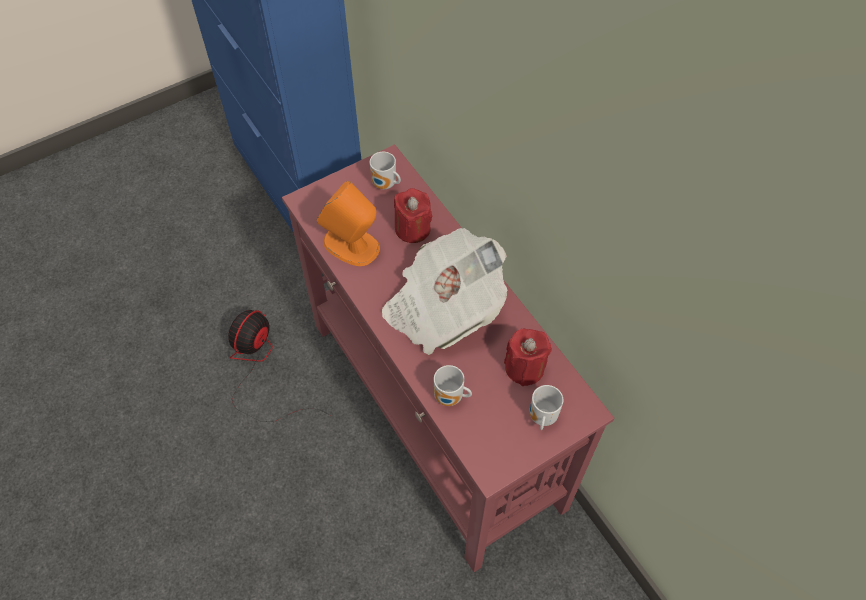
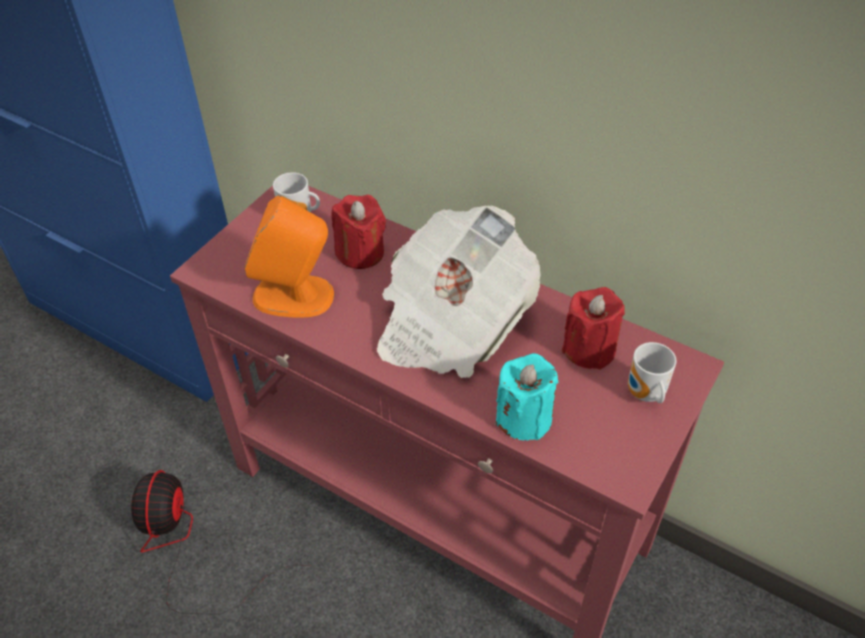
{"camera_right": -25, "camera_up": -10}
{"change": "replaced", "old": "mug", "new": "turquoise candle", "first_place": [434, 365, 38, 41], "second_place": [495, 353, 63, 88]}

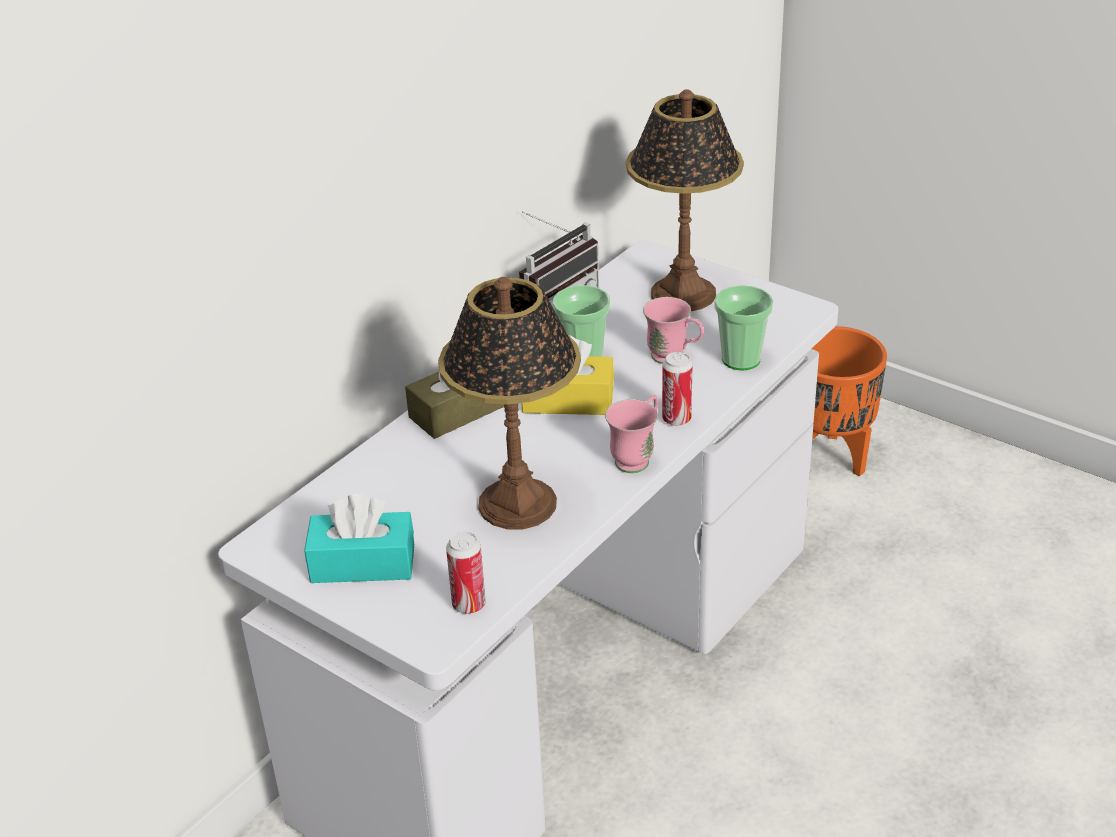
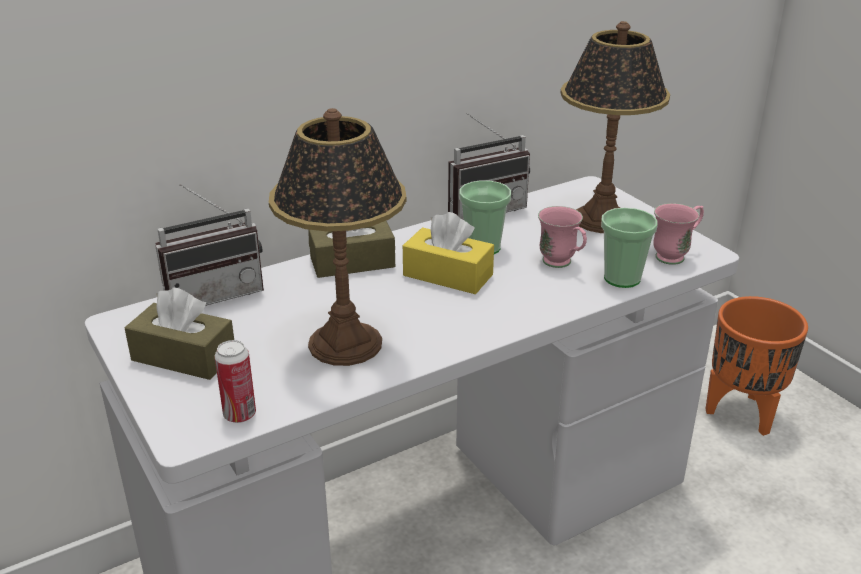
{"camera_right": 20, "camera_up": -5}
{"change": "recoloured", "old": "turquoise tissue box", "new": "brown tissue box", "first_place": [304, 494, 110, 89], "second_place": [124, 287, 110, 93]}
{"change": "added", "new": "radio", "second_place": [155, 184, 109, 122]}
{"change": "moved", "old": "pink mug", "first_place": [605, 395, 53, 78], "second_place": [653, 203, 51, 62]}
{"change": "removed", "old": "can", "first_place": [662, 352, 31, 74]}

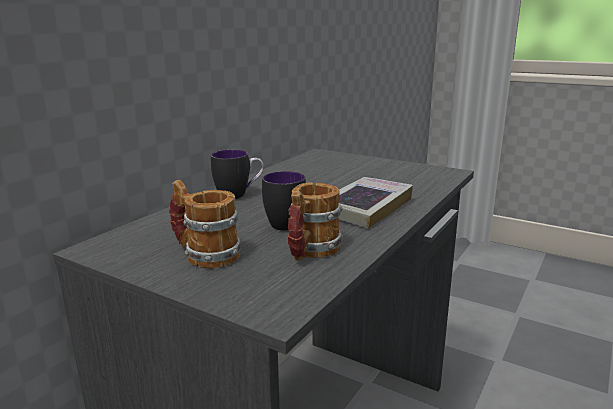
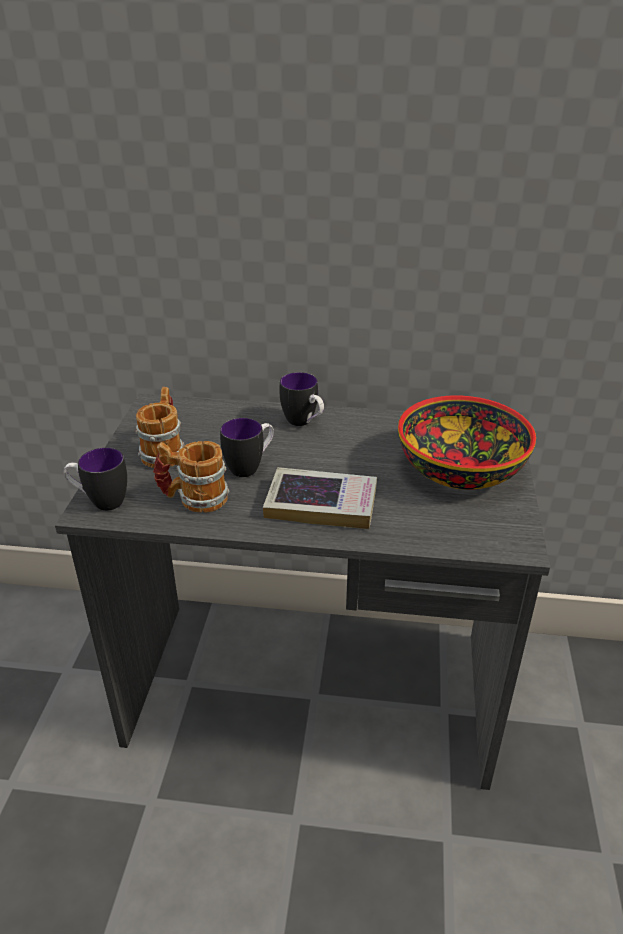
{"camera_right": 65, "camera_up": 15}
{"change": "added", "new": "mug", "second_place": [64, 448, 63, 63]}
{"change": "added", "new": "bowl", "second_place": [398, 396, 138, 94]}

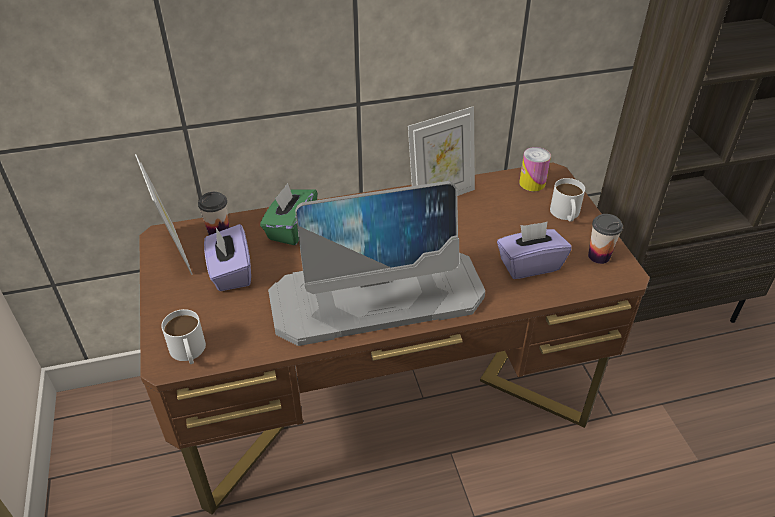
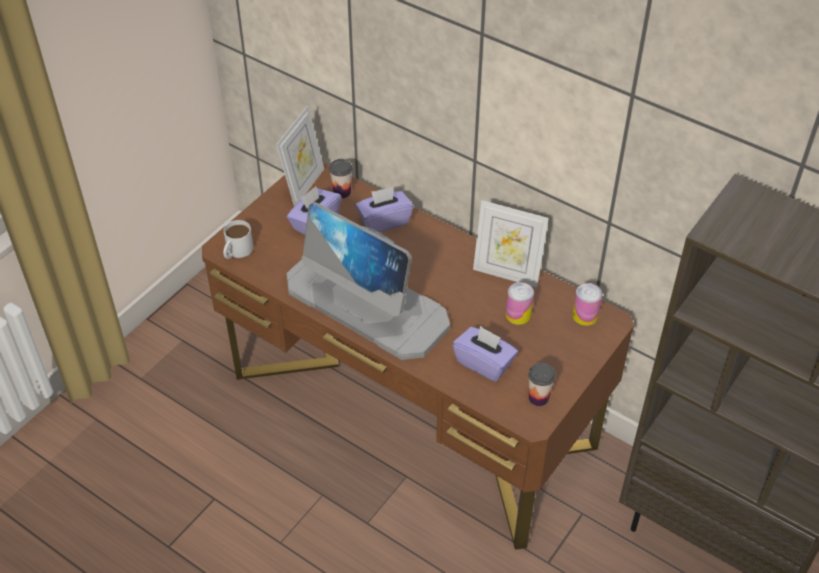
{"camera_right": 50, "camera_up": 5}
{"change": "recoloured", "old": "green tissue box", "new": "purple tissue box", "first_place": [260, 183, 57, 63], "second_place": [356, 187, 57, 45]}
{"change": "added", "new": "can", "second_place": [506, 282, 28, 43]}
{"change": "removed", "old": "white mug", "first_place": [550, 178, 35, 44]}

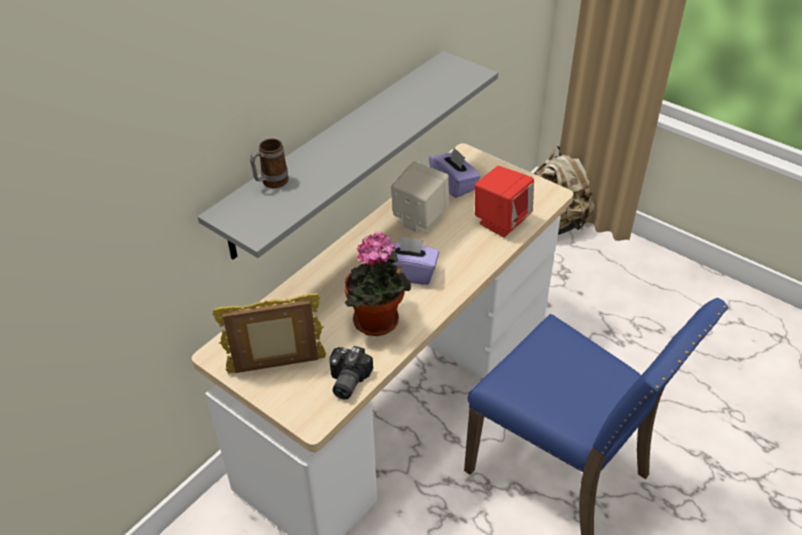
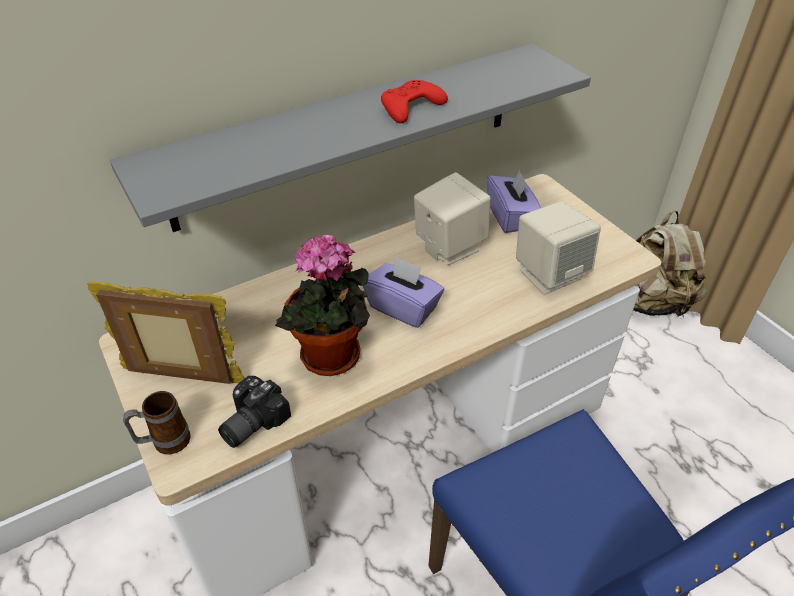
{"camera_right": 20, "camera_up": 0}
{"change": "moved", "old": "mug", "first_place": [250, 139, 39, 49], "second_place": [123, 391, 68, 63]}
{"change": "added", "new": "red game controller", "second_place": [381, 80, 67, 43]}
{"change": "recoloured", "old": "red speaker", "new": "beige speaker", "first_place": [474, 166, 60, 71], "second_place": [516, 201, 85, 94]}

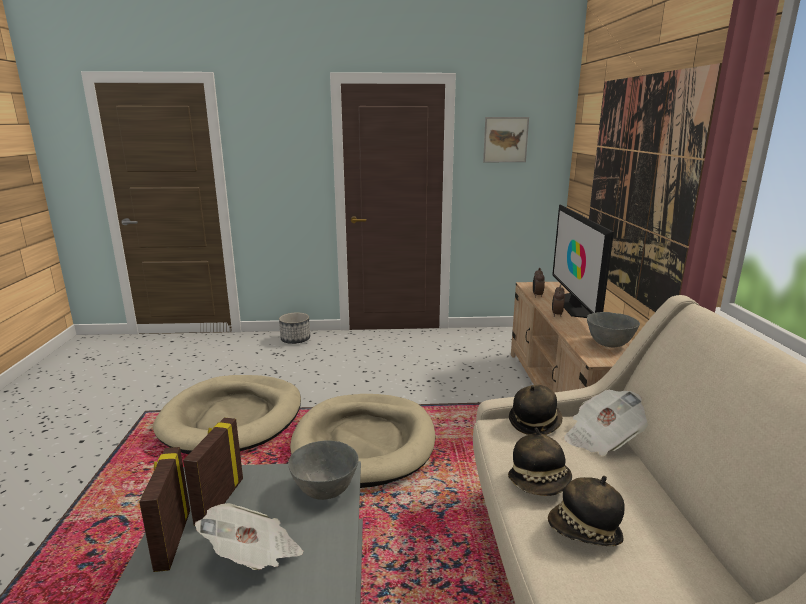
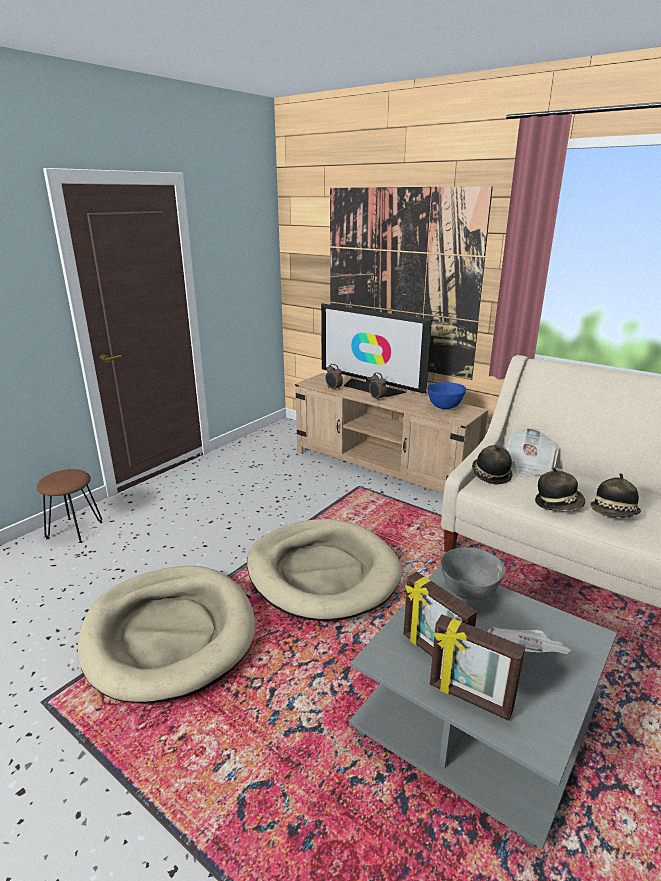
{"camera_right": -50, "camera_up": 5}
{"change": "replaced", "old": "planter", "new": "brown stool", "first_place": [279, 313, 31, 31], "second_place": [37, 469, 65, 74]}
{"change": "recoloured", "old": "grey bowl", "new": "blue bowl", "first_place": [587, 312, 53, 35], "second_place": [427, 382, 39, 27]}
{"change": "removed", "old": "picture", "first_place": [483, 117, 46, 45]}

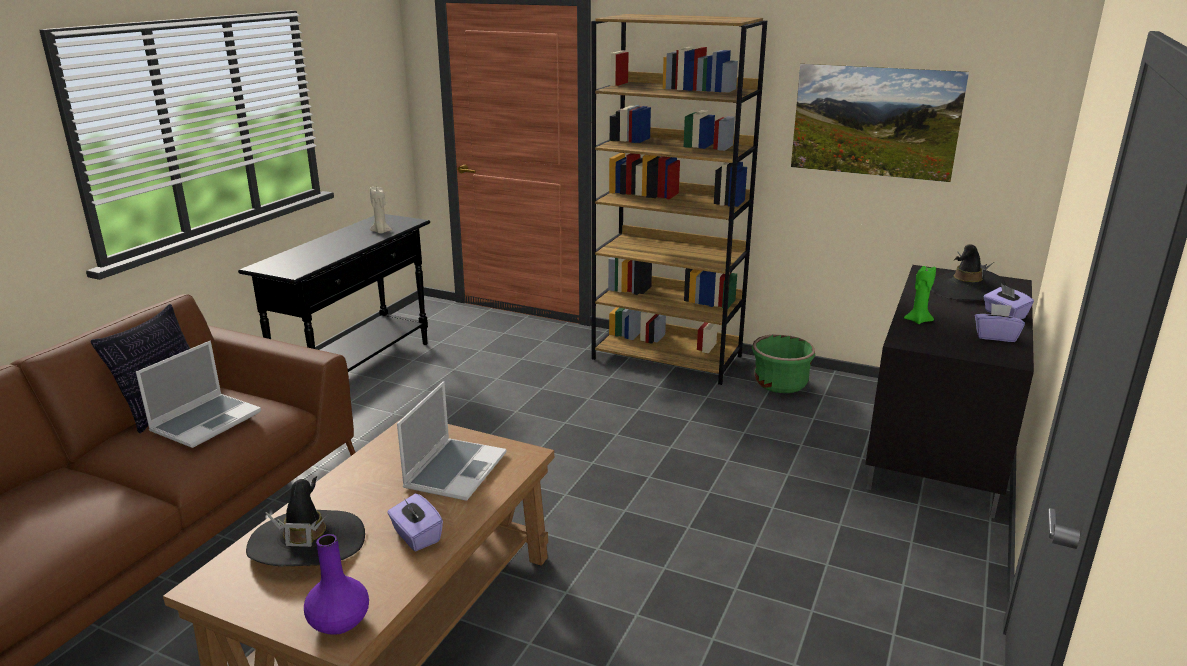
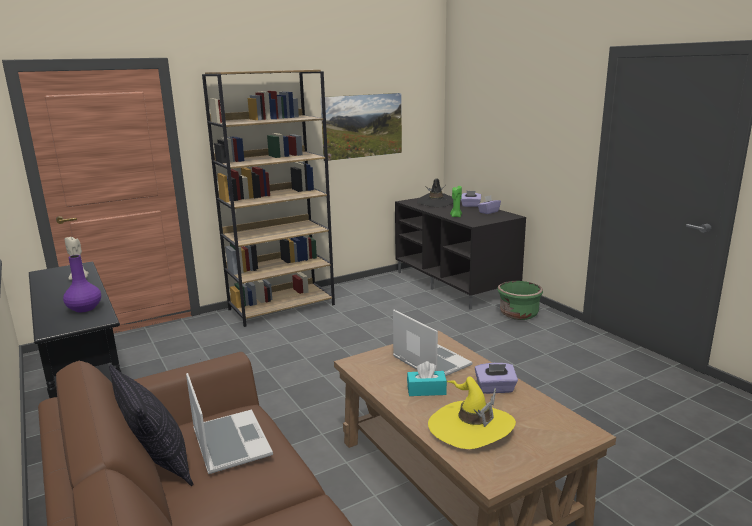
{"camera_right": -55, "camera_up": -5}
{"change": "moved", "old": "purple vase", "first_place": [304, 534, 65, 101], "second_place": [63, 255, 38, 57]}
{"change": "added", "new": "turquoise tissue box", "second_place": [407, 361, 40, 35]}
{"change": "recoloured", "old": "black hat", "new": "yellow hat", "first_place": [246, 476, 119, 91], "second_place": [428, 377, 88, 72]}
{"change": "moved", "old": "green planter", "first_place": [752, 335, 63, 58], "second_place": [497, 281, 46, 39]}

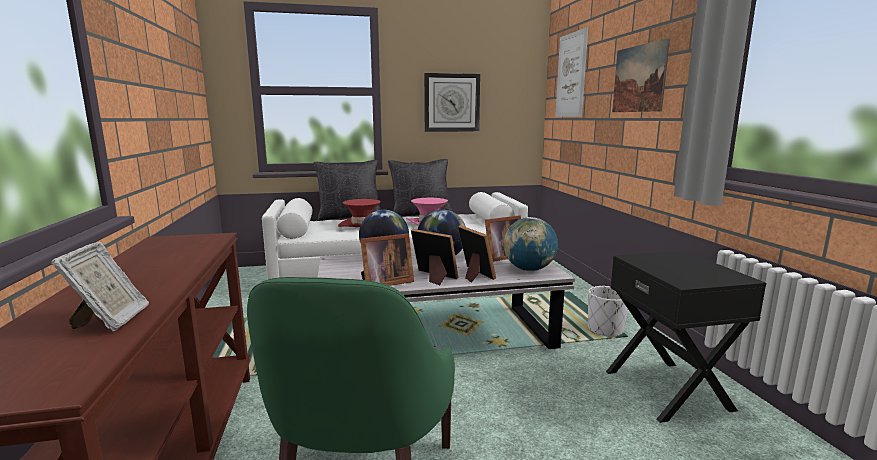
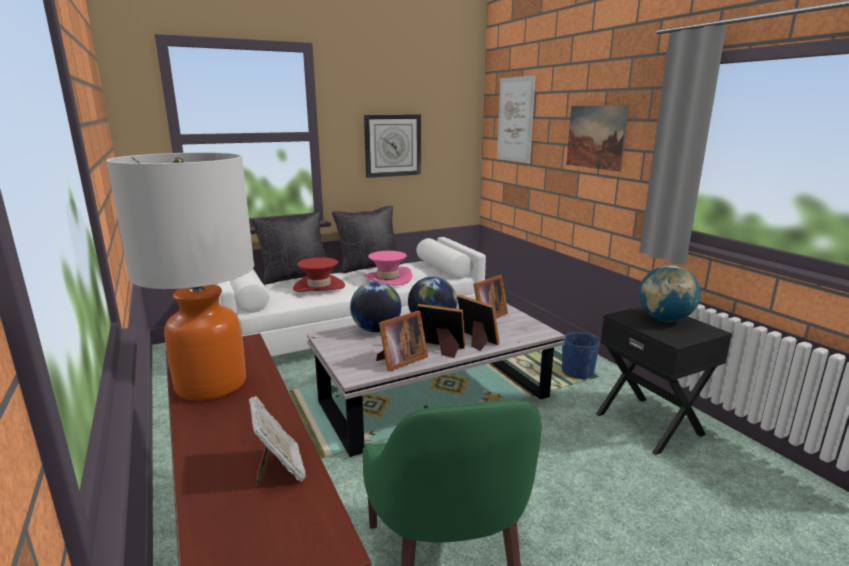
{"camera_right": -15, "camera_up": 5}
{"change": "added", "new": "table lamp", "second_place": [106, 152, 148, 249]}
{"change": "recoloured", "old": "white planter", "new": "blue planter", "first_place": [588, 286, 40, 51], "second_place": [562, 332, 38, 47]}
{"change": "moved", "old": "globe", "first_place": [503, 217, 55, 54], "second_place": [639, 266, 62, 56]}

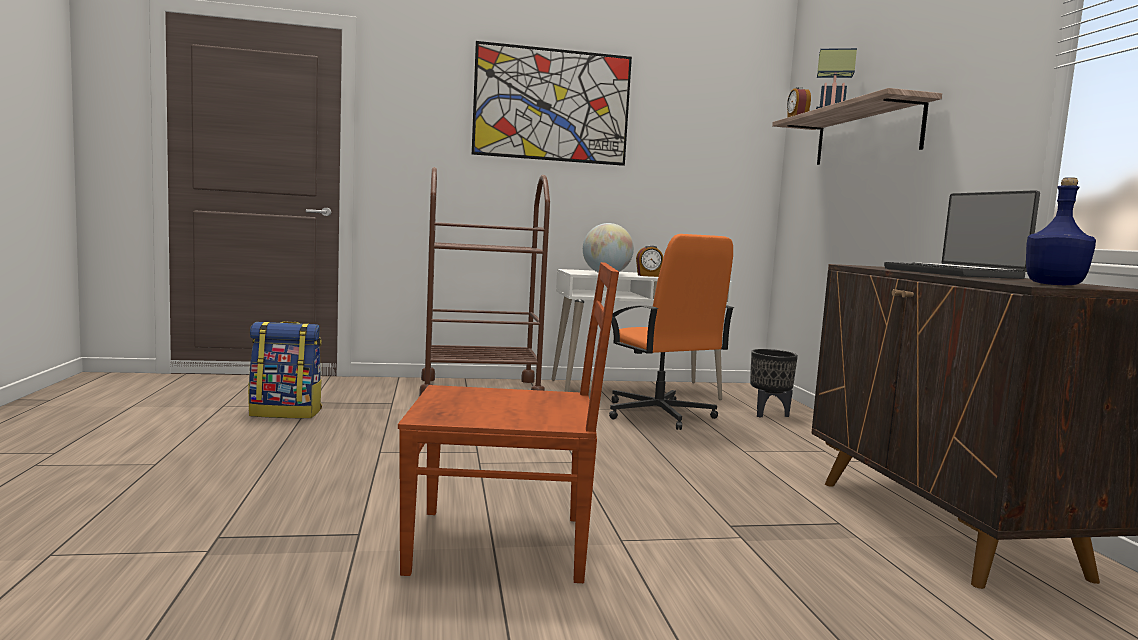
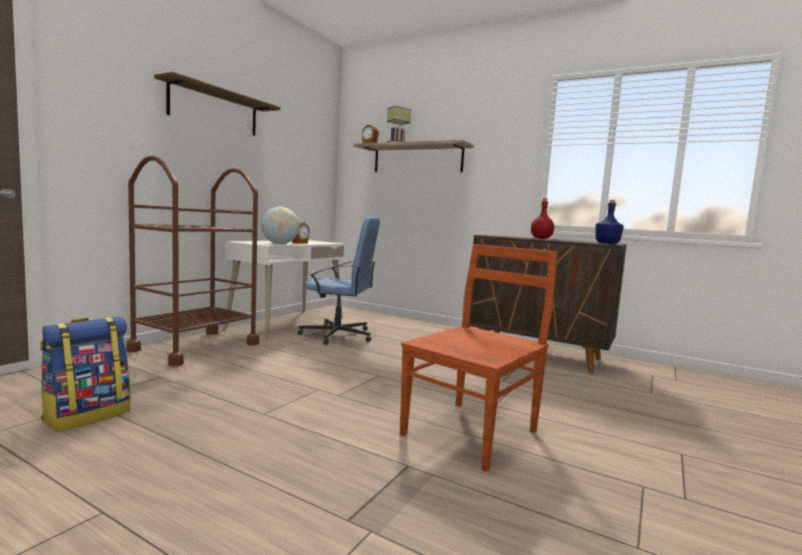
{"camera_right": -50, "camera_up": 0}
{"change": "replaced", "old": "picture", "new": "shelf", "first_place": [472, 41, 160, 125], "second_place": [154, 72, 126, 64]}
{"change": "recoloured", "old": "orange office chair", "new": "blue office chair", "first_place": [609, 234, 125, 196], "second_place": [298, 217, 82, 128]}
{"change": "replaced", "old": "laptop", "new": "red bottle", "first_place": [884, 190, 156, 89], "second_place": [531, 198, 23, 41]}
{"change": "removed", "old": "black planter", "first_place": [750, 349, 48, 69]}

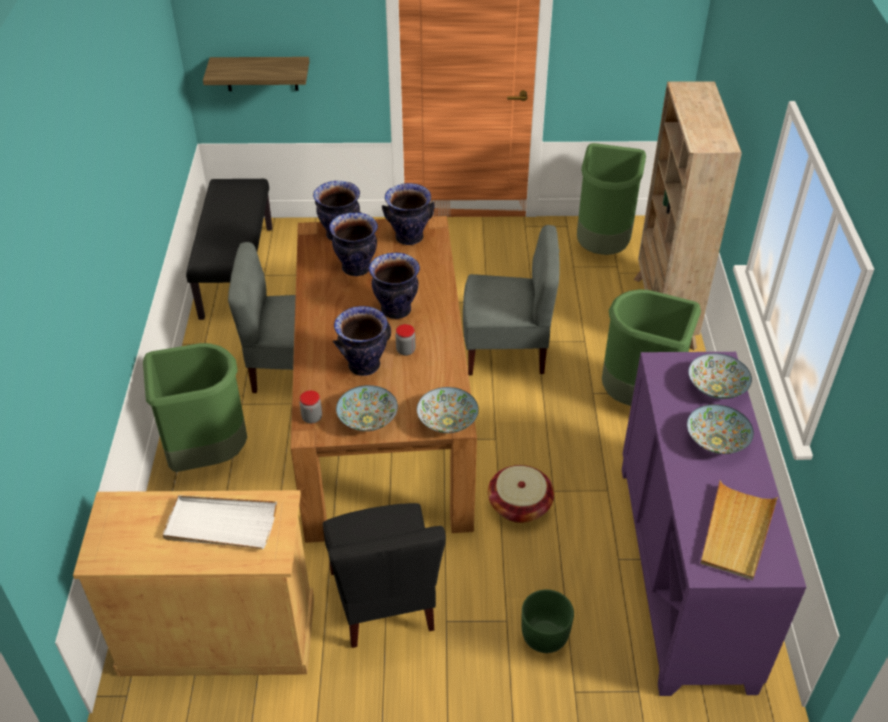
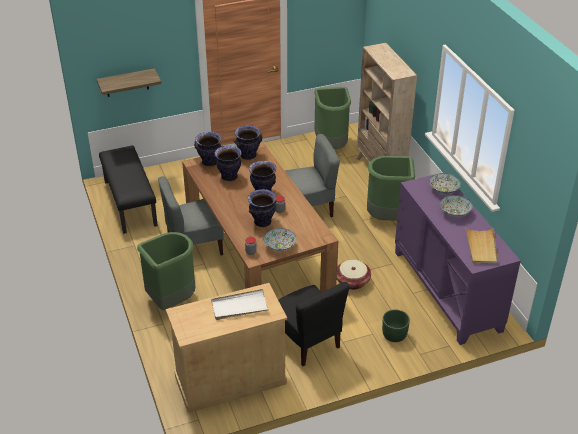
{"camera_right": -20, "camera_up": -5}
{"change": "removed", "old": "bowl", "first_place": [417, 387, 62, 46]}

